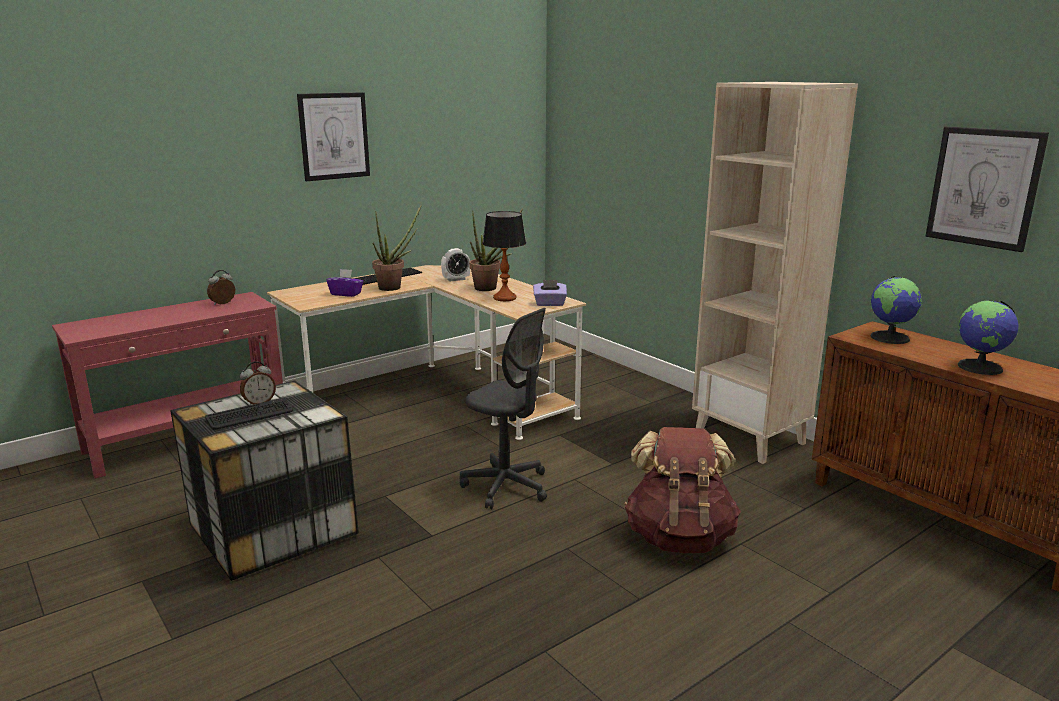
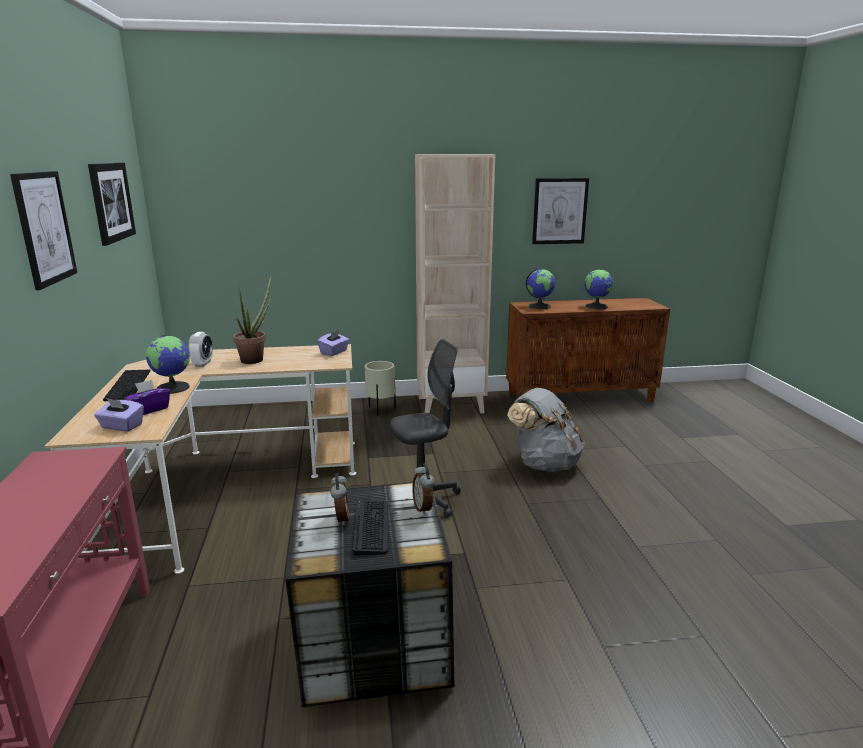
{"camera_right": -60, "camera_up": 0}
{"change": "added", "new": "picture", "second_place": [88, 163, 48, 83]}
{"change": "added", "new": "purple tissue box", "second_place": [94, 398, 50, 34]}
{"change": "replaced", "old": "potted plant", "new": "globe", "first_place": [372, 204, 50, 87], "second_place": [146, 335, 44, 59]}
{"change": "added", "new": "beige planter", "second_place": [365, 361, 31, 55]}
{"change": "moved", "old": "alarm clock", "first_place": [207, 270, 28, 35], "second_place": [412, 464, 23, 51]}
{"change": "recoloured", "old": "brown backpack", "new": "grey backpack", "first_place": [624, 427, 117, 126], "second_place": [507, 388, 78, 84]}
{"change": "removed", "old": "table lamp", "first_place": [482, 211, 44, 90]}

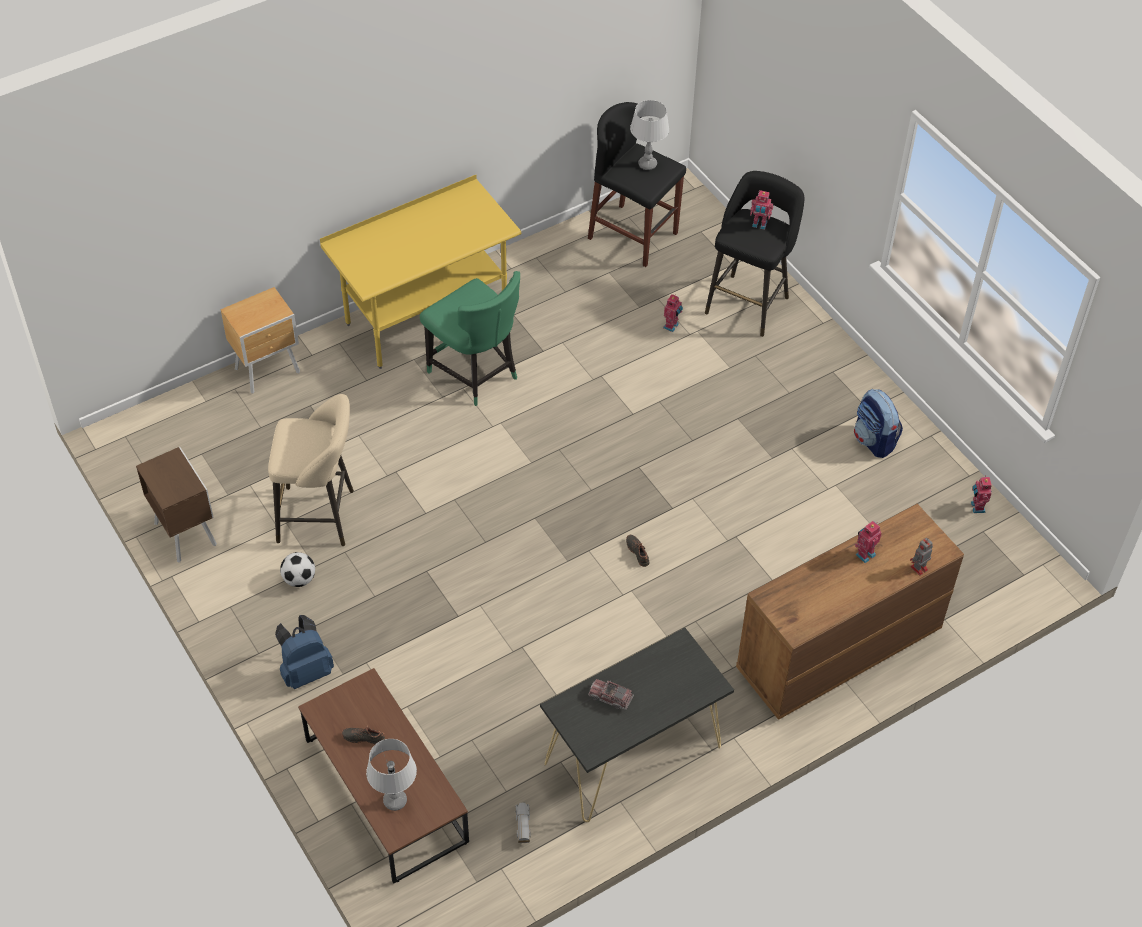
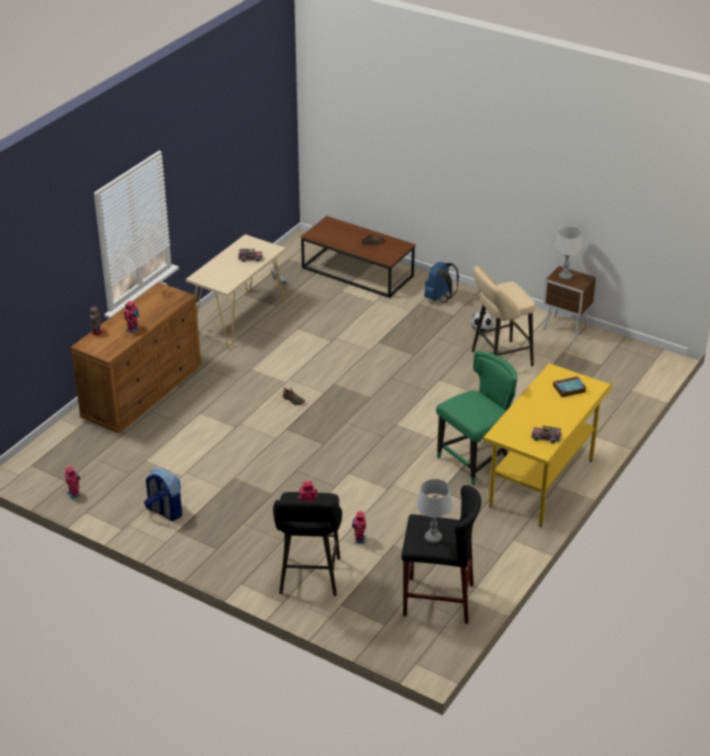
{"camera_right": 155, "camera_up": -15}
{"change": "recoloured", "old": "black console table", "new": "beige console table", "first_place": [540, 627, 194, 195], "second_place": [186, 234, 100, 115]}
{"change": "turned", "old": "green chair", "first_place": [420, 271, 100, 135], "second_place": [436, 351, 82, 134], "degrees": 120}
{"change": "added", "new": "toy truck", "second_place": [531, 425, 31, 19]}
{"change": "added", "new": "book", "second_place": [553, 376, 34, 21]}
{"change": "moved", "old": "grey table lamp", "first_place": [366, 739, 51, 72], "second_place": [554, 227, 29, 53]}
{"change": "removed", "old": "brown nightstand", "first_place": [220, 287, 80, 107]}

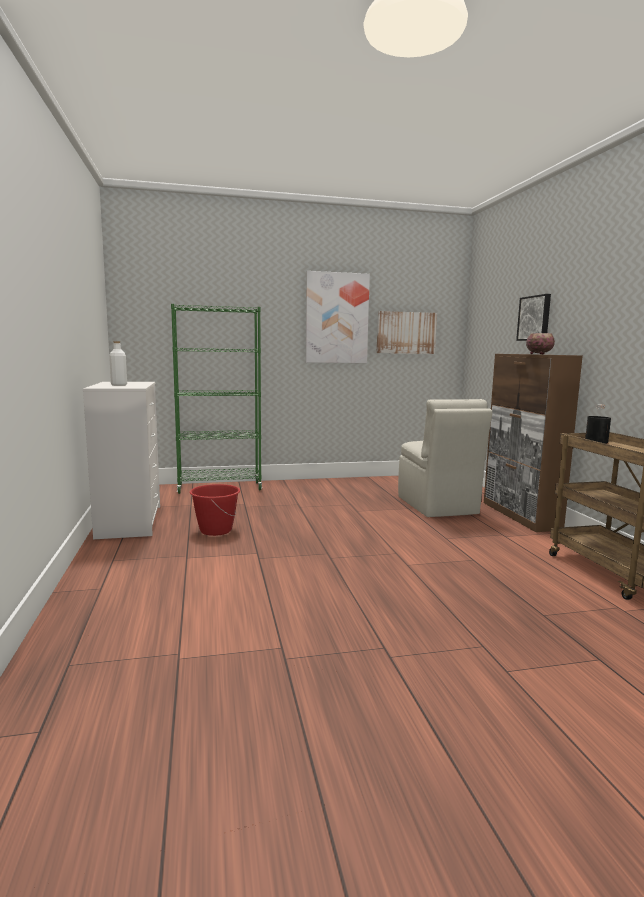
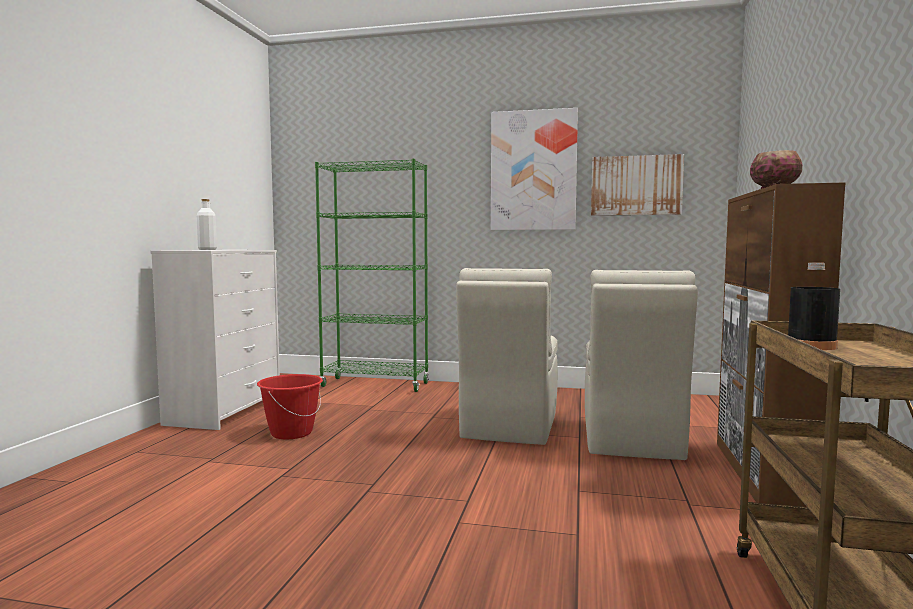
{"camera_right": 25, "camera_up": -5}
{"change": "added", "new": "beige chair", "second_place": [456, 268, 102, 177]}
{"change": "removed", "old": "picture", "first_place": [516, 294, 35, 47]}

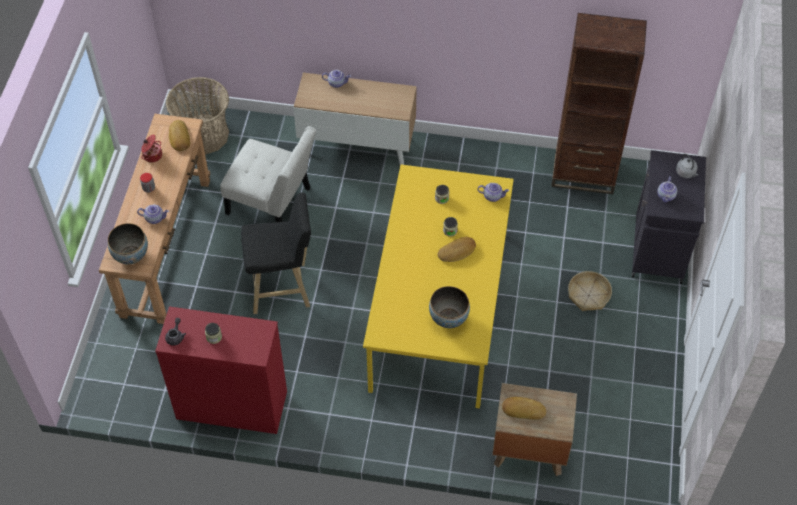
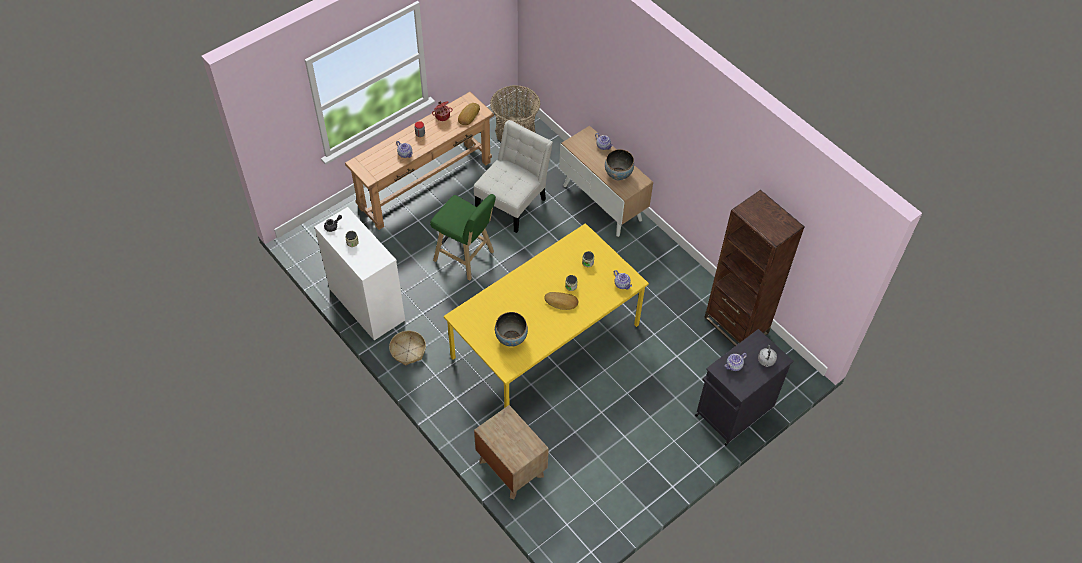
{"camera_right": 40, "camera_up": 0}
{"change": "recoloured", "old": "red dresser", "new": "white dresser", "first_place": [155, 306, 132, 128], "second_place": [314, 207, 91, 133]}
{"change": "moved", "old": "basket", "first_place": [568, 271, 44, 40], "second_place": [389, 331, 37, 35]}
{"change": "recoloured", "old": "black stool", "new": "green stool", "first_place": [241, 193, 70, 121], "second_place": [430, 194, 66, 87]}
{"change": "turned", "old": "white chair", "first_place": [220, 126, 96, 96], "second_place": [474, 120, 79, 113], "degrees": -120}
{"change": "moved", "old": "bowl", "first_place": [108, 223, 40, 41], "second_place": [605, 149, 29, 32]}
{"change": "removed", "old": "bread", "first_place": [502, 397, 44, 23]}

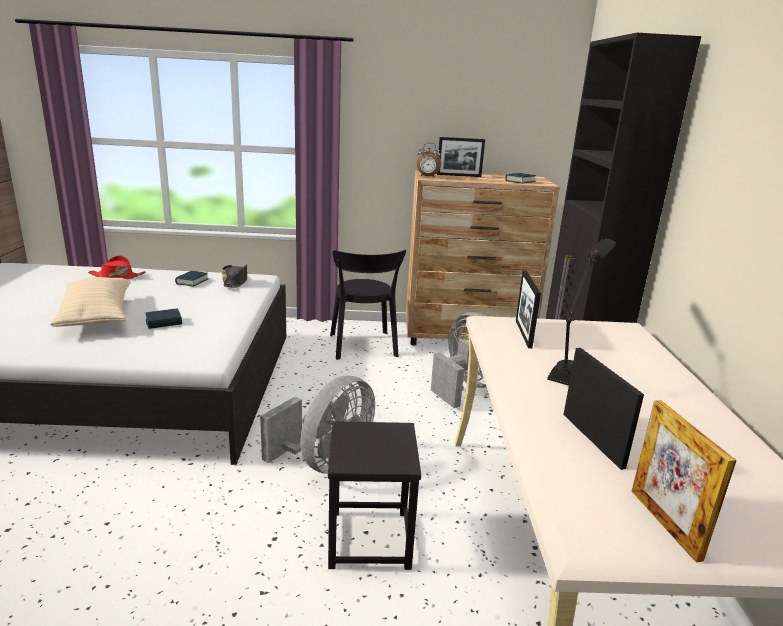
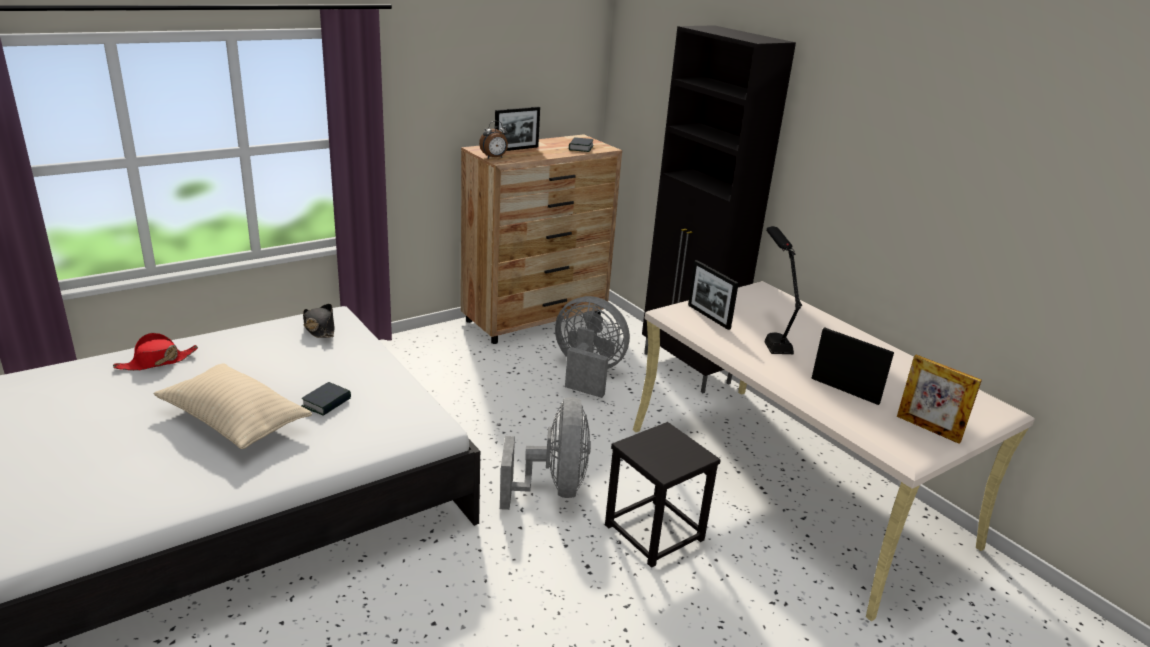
{"camera_right": -35, "camera_up": 5}
{"change": "removed", "old": "book", "first_place": [175, 271, 34, 15]}
{"change": "removed", "old": "black chair", "first_place": [330, 250, 76, 110]}

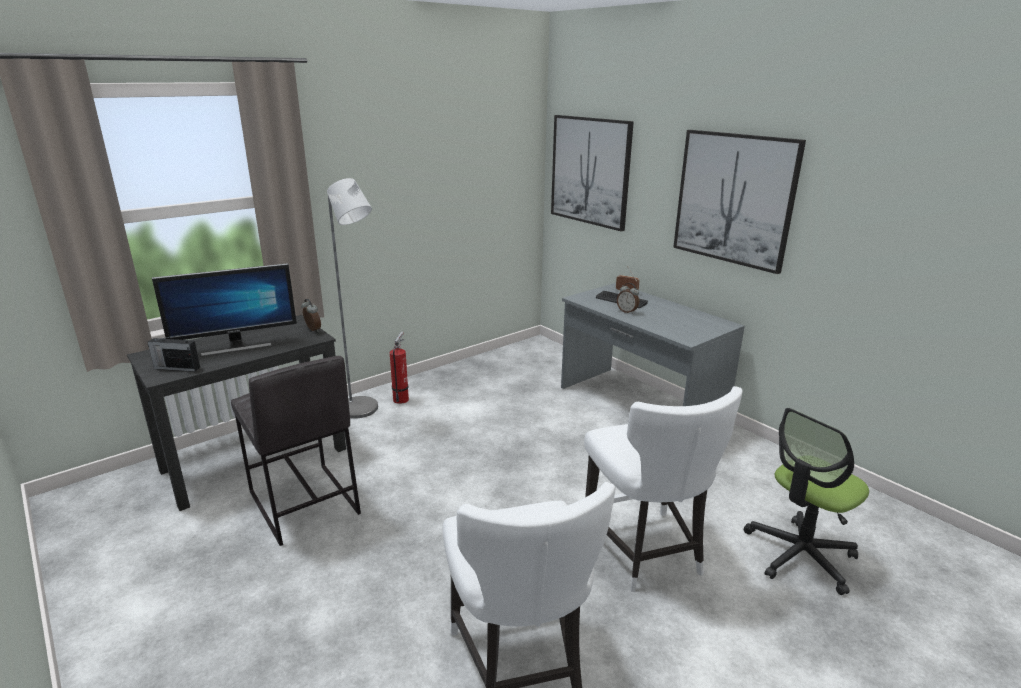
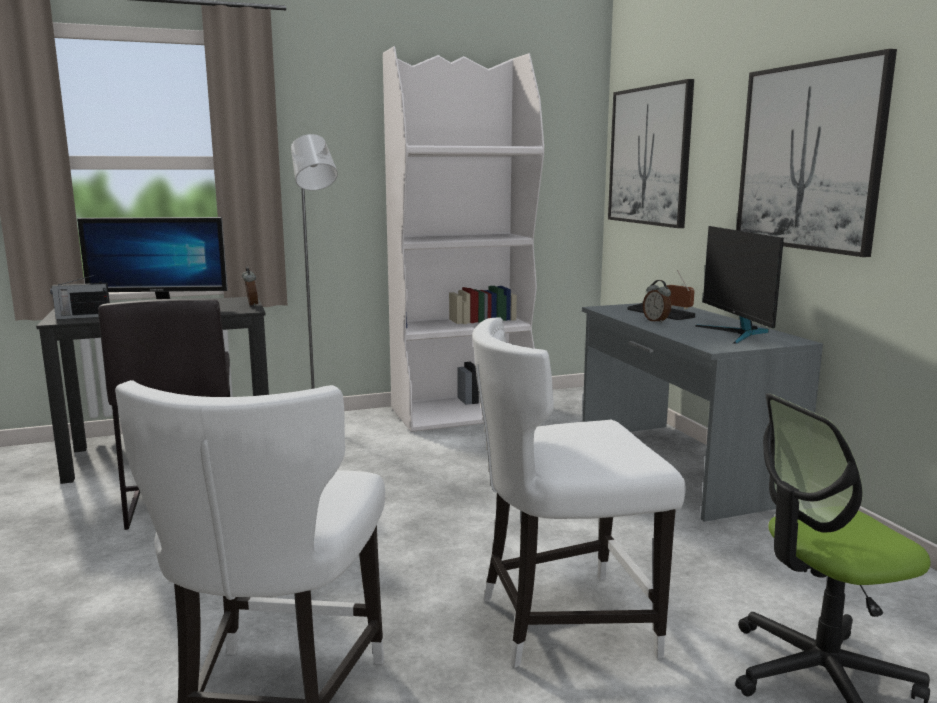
{"camera_right": 20, "camera_up": -10}
{"change": "turned", "old": "radio", "first_place": [148, 334, 52, 38], "second_place": [50, 274, 60, 45], "degrees": -45}
{"change": "added", "new": "white bookcase", "second_place": [383, 46, 161, 386]}
{"change": "turned", "old": "white chair", "first_place": [584, 386, 158, 206], "second_place": [472, 317, 214, 351], "degrees": 75}
{"change": "added", "new": "monitor", "second_place": [695, 226, 89, 118]}
{"change": "removed", "old": "fire extinguisher", "first_place": [390, 332, 19, 72]}

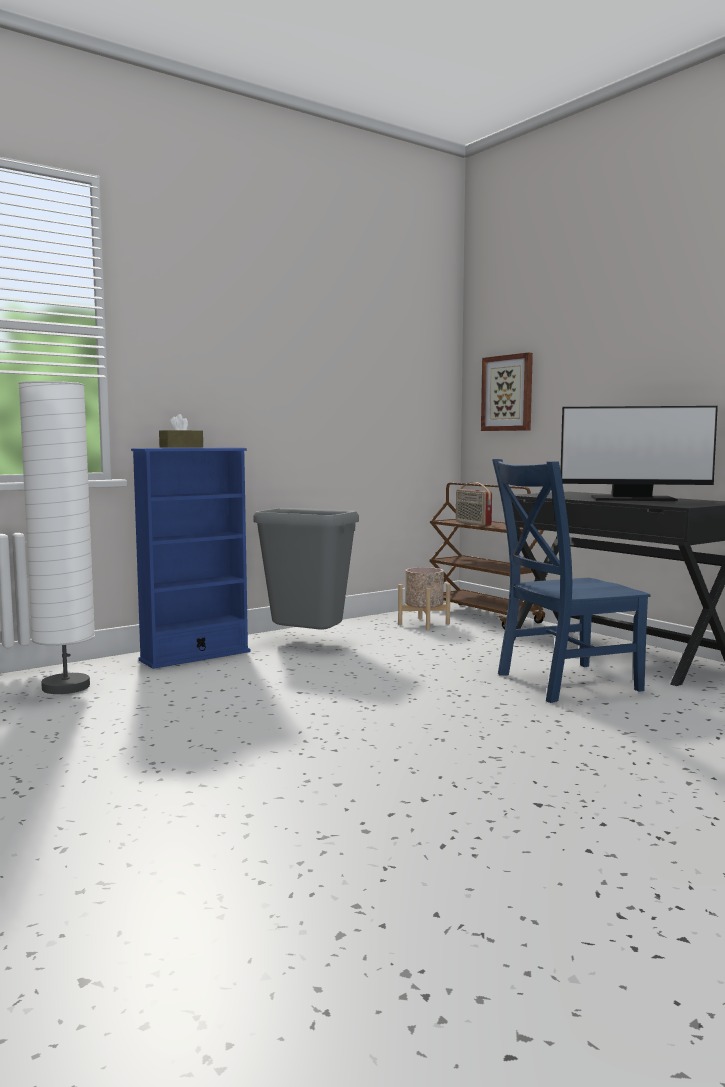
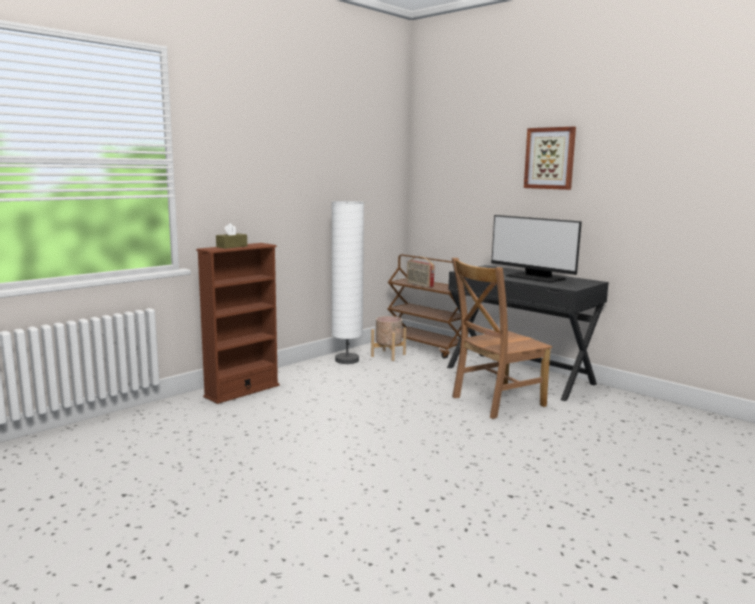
{"camera_right": -10, "camera_up": 5}
{"change": "recoloured", "old": "blue bookcase", "new": "brown bookcase", "first_place": [131, 448, 120, 221], "second_place": [196, 243, 84, 161]}
{"change": "moved", "old": "white floor lamp", "first_place": [18, 381, 77, 313], "second_place": [332, 201, 32, 163]}
{"change": "recoloured", "old": "blue chair", "new": "brown chair", "first_place": [492, 459, 159, 244], "second_place": [452, 258, 100, 161]}
{"change": "turned", "old": "monitor", "first_place": [560, 406, 158, 95], "second_place": [491, 215, 91, 68], "degrees": 45}
{"change": "moved", "old": "picture", "first_place": [481, 352, 52, 79], "second_place": [524, 127, 52, 63]}
{"change": "removed", "old": "grey trash can", "first_place": [253, 508, 106, 122]}

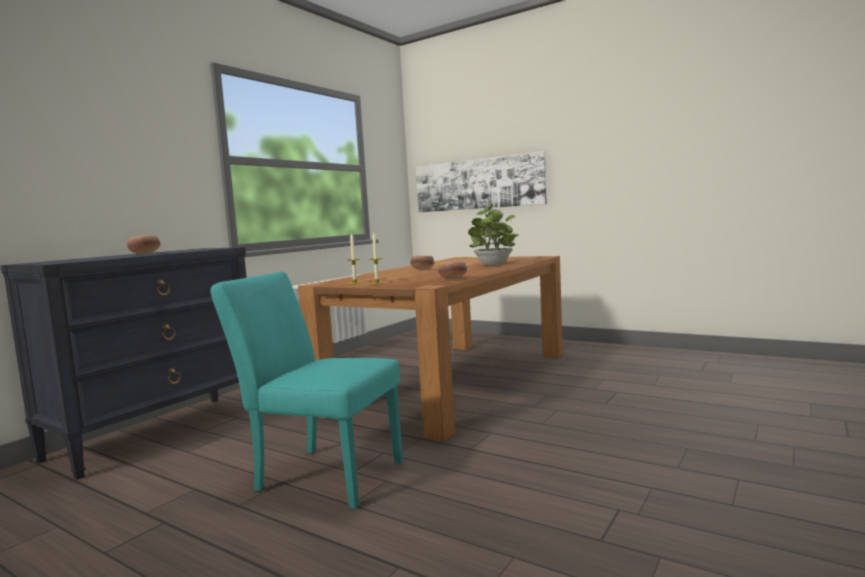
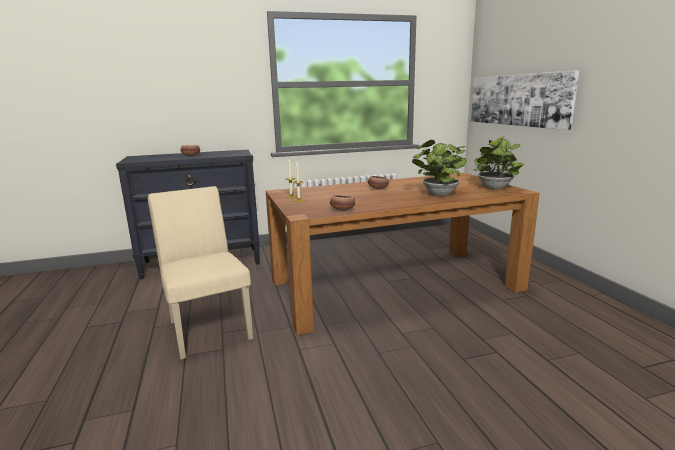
{"camera_right": 40, "camera_up": 10}
{"change": "recoloured", "old": "turquoise chair", "new": "beige chair", "first_place": [210, 272, 193, 237], "second_place": [148, 186, 105, 174]}
{"change": "added", "new": "potted plant", "second_place": [474, 136, 50, 54]}

